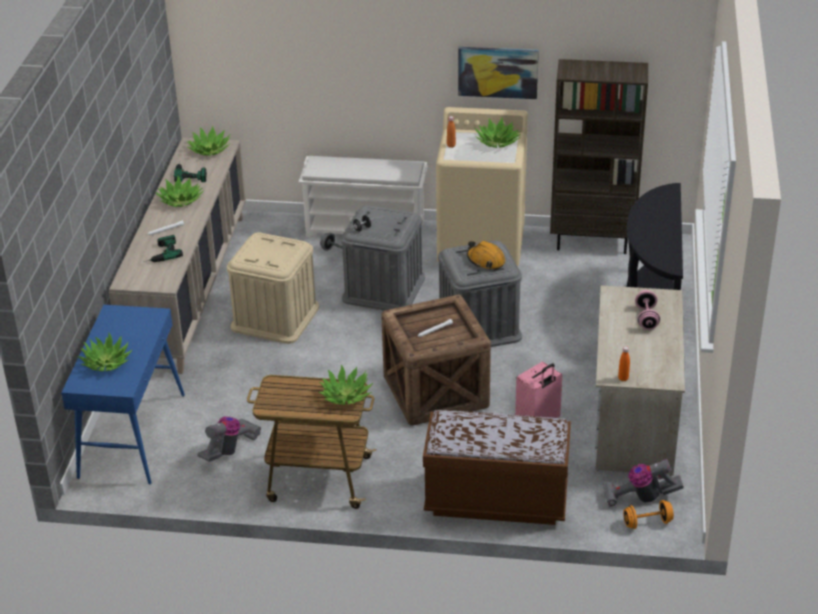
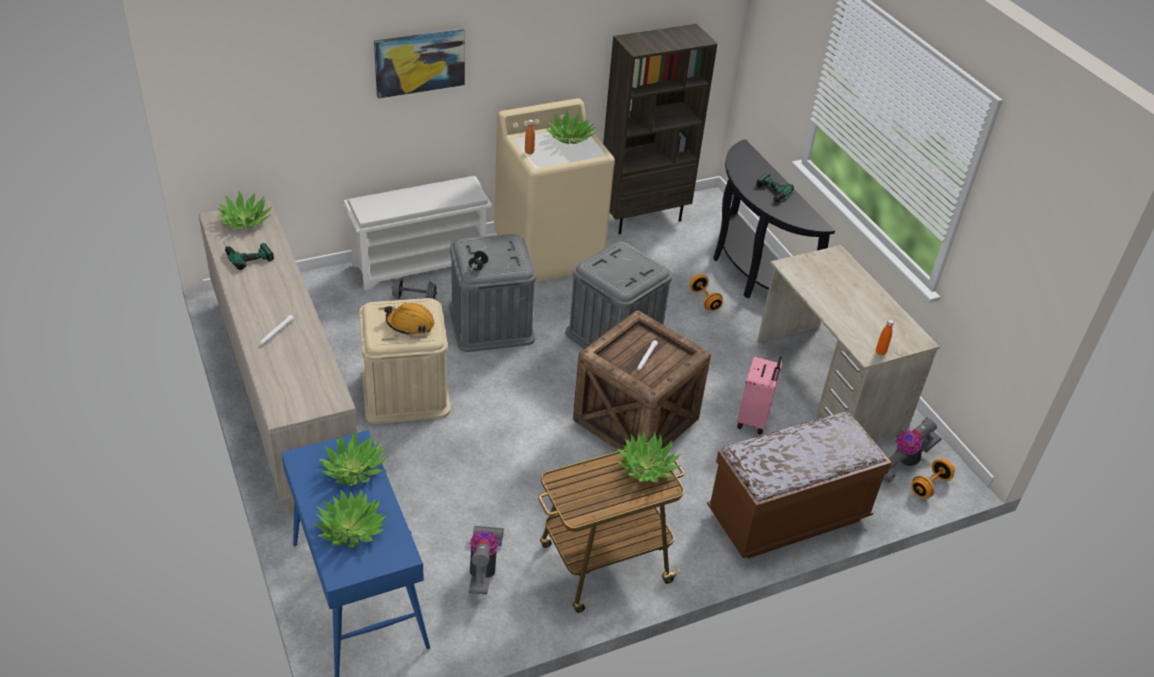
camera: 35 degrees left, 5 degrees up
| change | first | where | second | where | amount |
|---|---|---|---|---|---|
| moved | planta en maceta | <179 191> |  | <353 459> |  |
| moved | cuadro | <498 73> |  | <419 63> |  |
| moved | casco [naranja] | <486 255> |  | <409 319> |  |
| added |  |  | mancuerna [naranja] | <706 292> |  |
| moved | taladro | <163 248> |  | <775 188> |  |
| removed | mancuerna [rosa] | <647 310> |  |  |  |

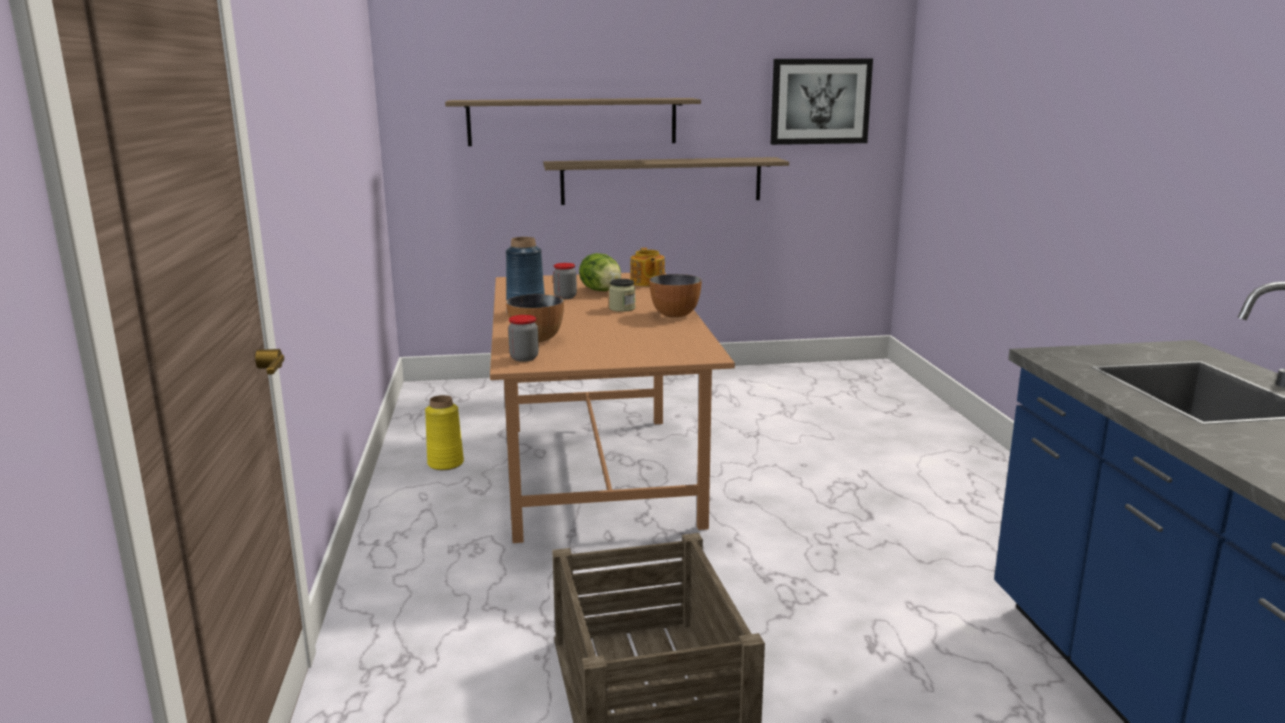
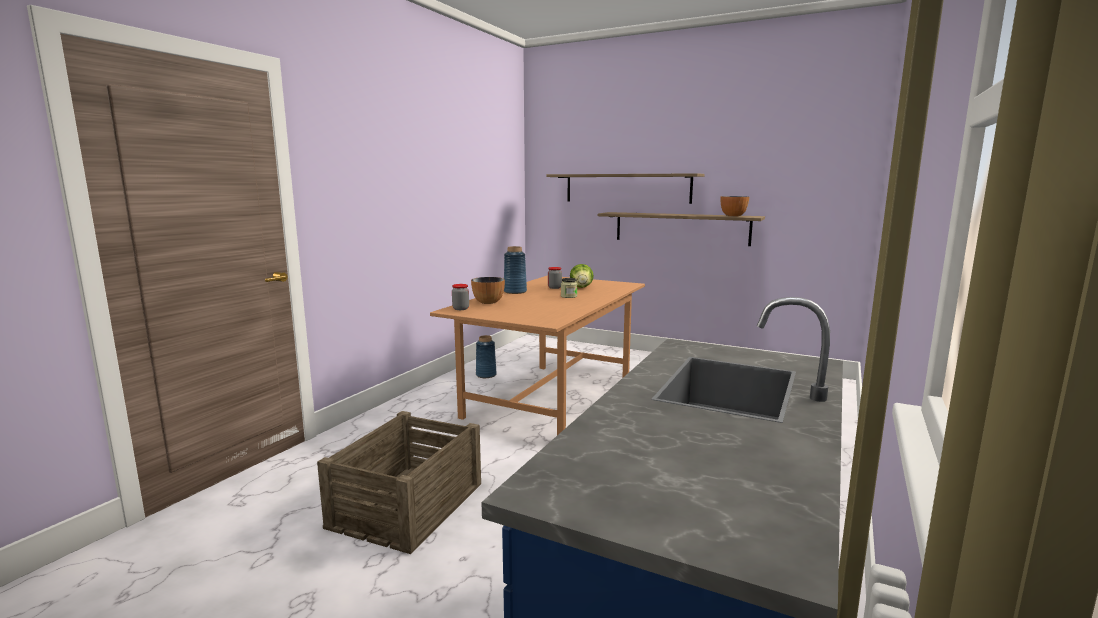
camera: 35 degrees right, 5 degrees down
| change | first | where | second | where | amount |
|---|---|---|---|---|---|
| recoloured | florero [amarillo] | <444 432> | florero [azul] | <486 356> |  |
| moved | cuenco | <675 296> |  | <734 206> |  |
| removed | tetera | <647 267> |  |  |  |
| removed | cuadro | <822 102> |  |  |  |

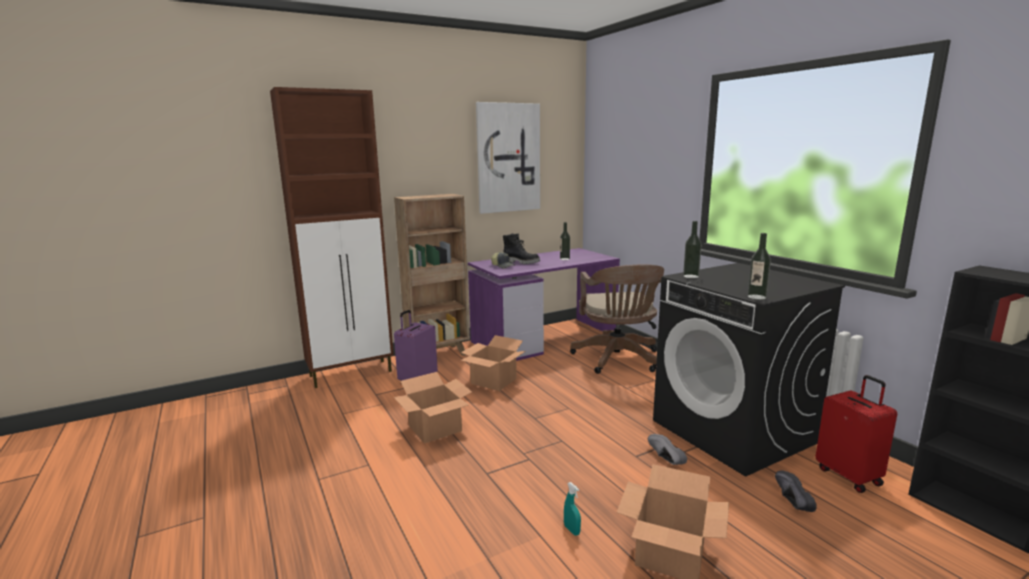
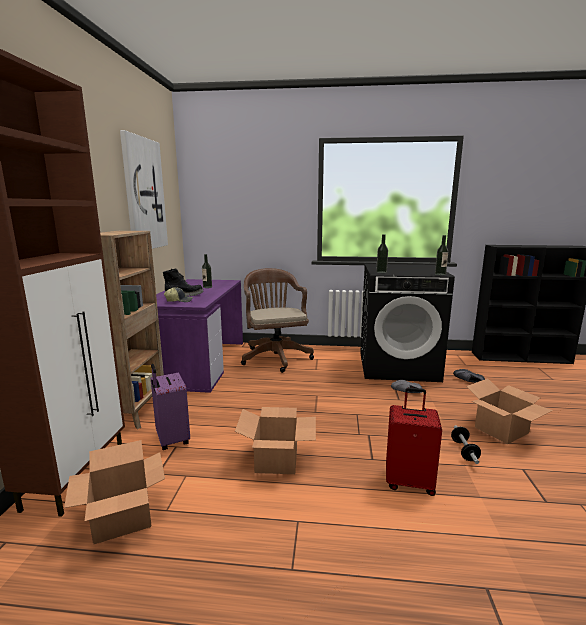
camera: 55 degrees left, 0 degrees up
| change | first | where | second | where | amount |
|---|---|---|---|---|---|
| moved | caja de cartón | <492 363> |  | <114 492> |  |
| turned | silla de oficina [marrón] | <617 319> |  | <277 320> | 135 degrees counterclockwise |
| moved | maleta [rojo] | <856 434> |  | <414 441> |  |
| replaced | pulverizador [turquesa] | <572 509> | mancuerna | <466 444> |  |

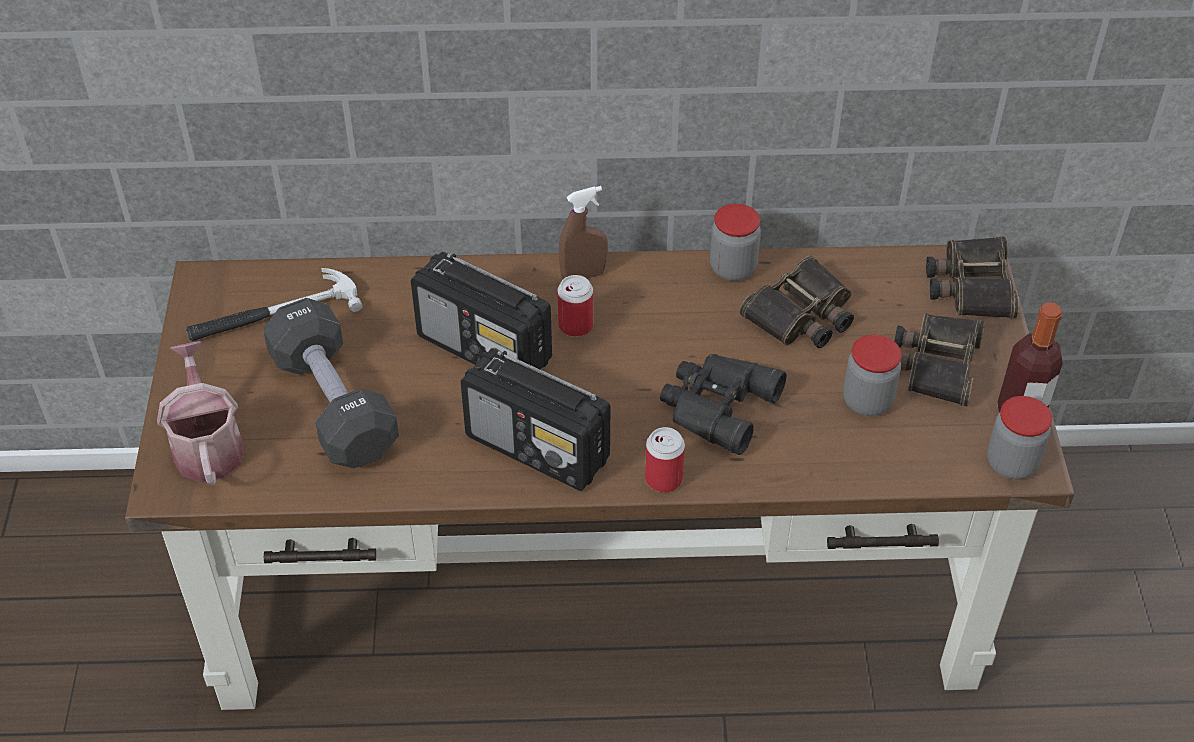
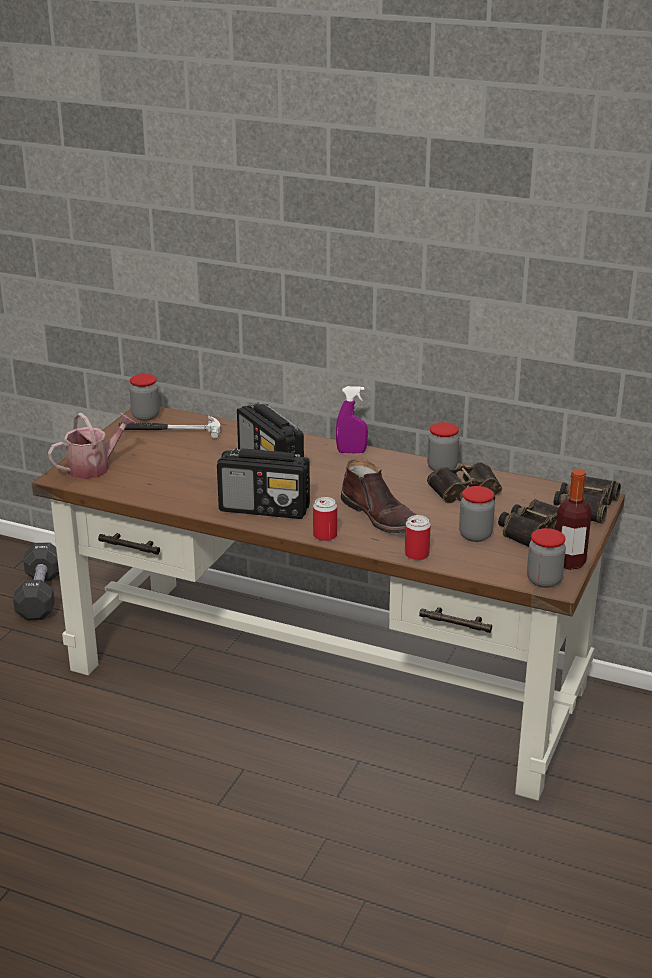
camera: 25 degrees right, 20 degrees down
| change | first | where | second | where | amount |
|---|---|---|---|---|---|
| moved | mancuerna [negro] | <331 383> |  | <36 581> |  |
| turned | regadera | <201 413> |  | <92 446> | 45 degrees clockwise |
| added |  |  | tarro | <144 397> |  |
| turned | radio | <536 420> |  | <263 483> | 45 degrees counterclockwise |
| recoloured | pulverizador [marrón] | <583 232> | pulverizador [morado] | <352 420> |  |
| replaced | prismáticos [negro] | <723 404> | bota [marrón] | <379 496> |  |
| moved | lata | <575 306> |  | <418 537> |  |

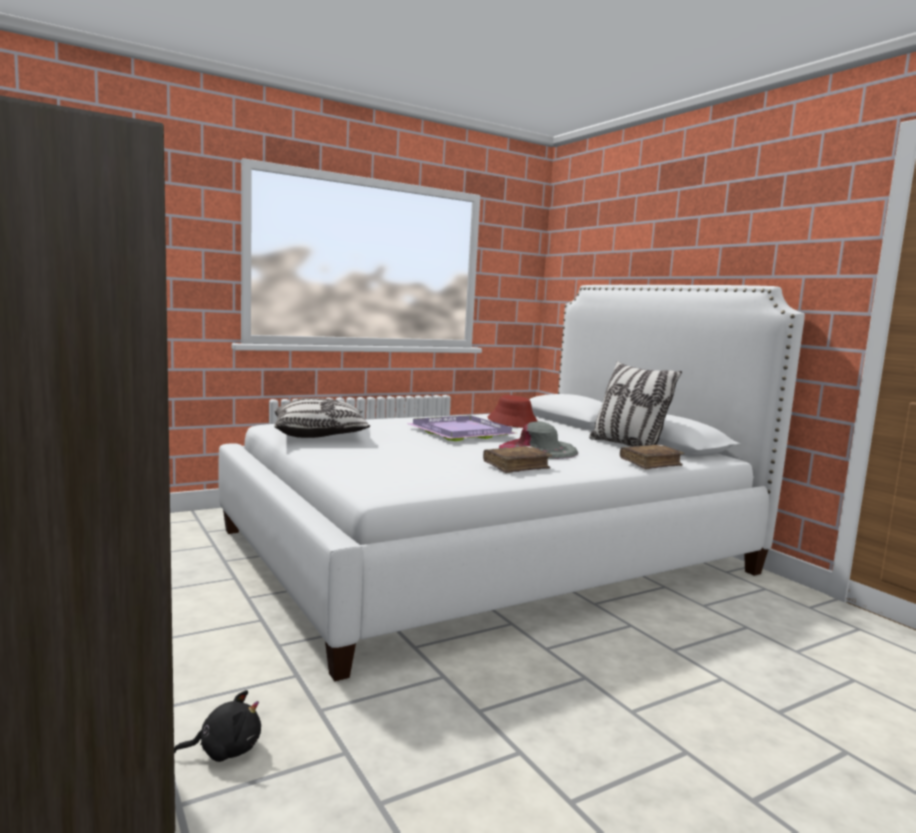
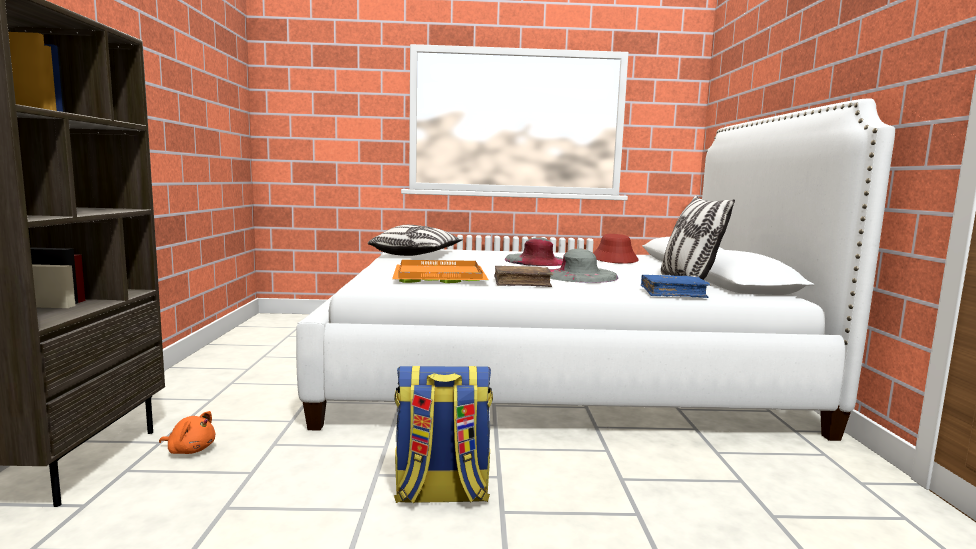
camera: 30 degrees right, 0 degrees up
| change | first | where | second | where | amount |
|---|---|---|---|---|---|
| recoloured | peluche [negro] | <217 726> | peluche [naranja] | <187 432> |  |
| added |  |  | bandeja [naranja] | <440 271> |  |
| added |  |  | mochila | <443 434> |  |
| replaced | bandeja [morado] | <462 428> | sombrero [gris] | <533 251> |  |
| recoloured | libro [marrón] | <652 456> | libro [azul] | <675 286> |  |

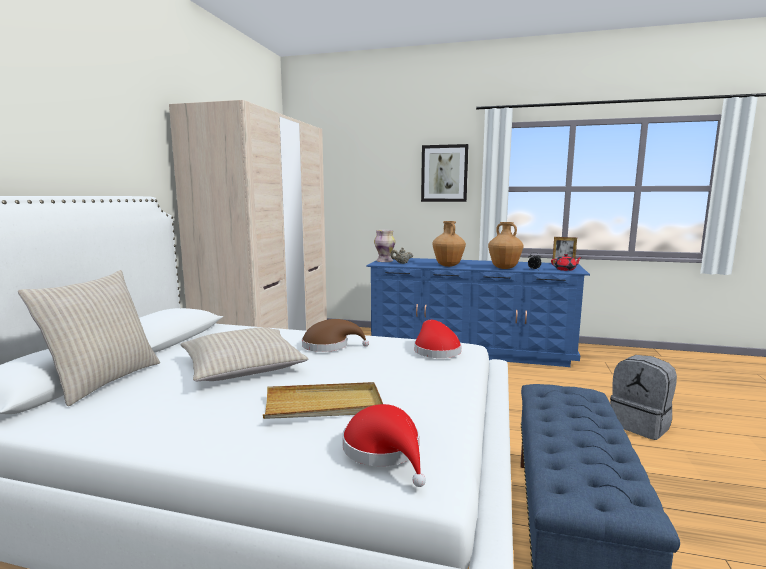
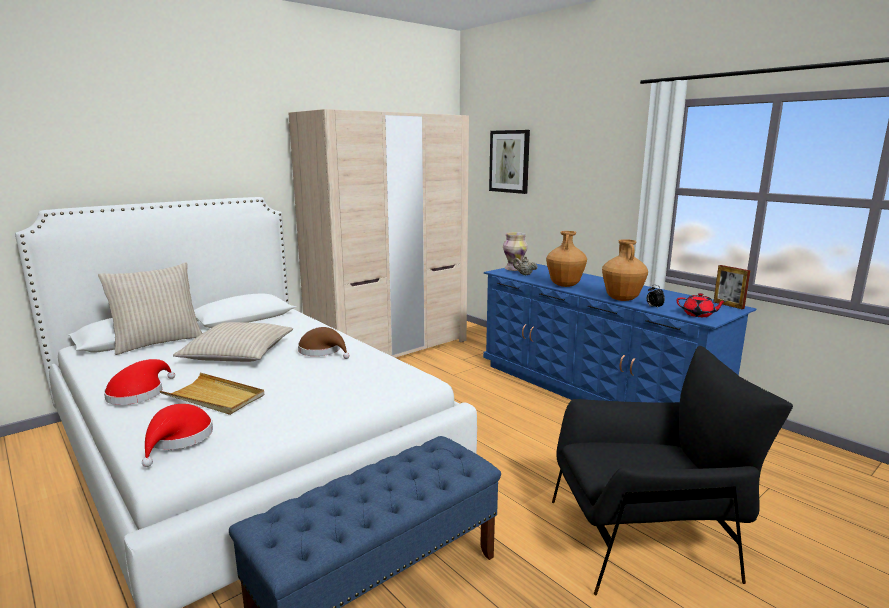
camera: 35 degrees right, 5 degrees up
| change | first | where | second | where | amount |
|---|---|---|---|---|---|
| moved | sombrero [rojo] | <438 339> |  | <139 382> |  |
| moved | cuadro | <445 173> |  | <509 162> |  |
| replaced | mochila [gris] | <643 397> | sillón [negro] | <672 470> |  |

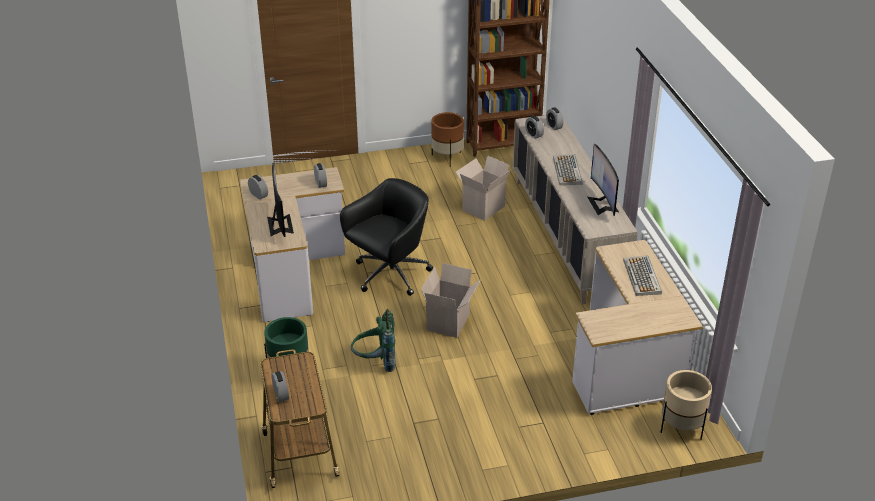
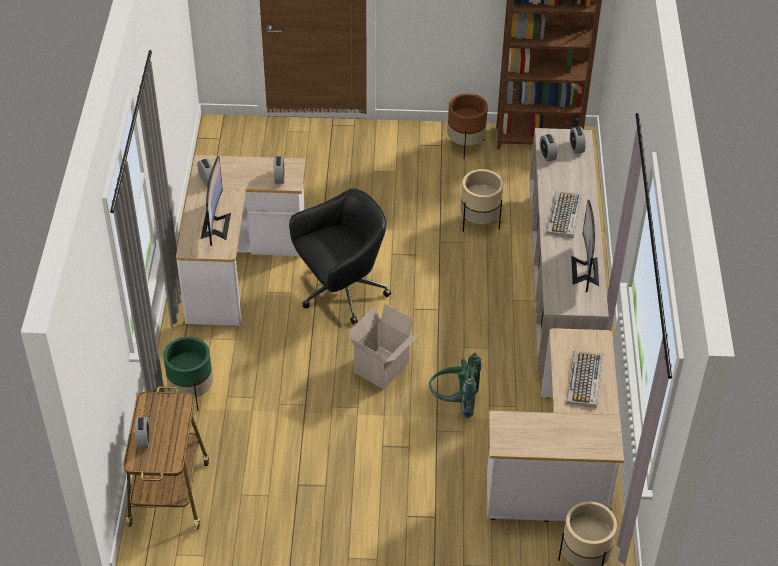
camera: 15 degrees right, 10 degrees up
| change | first | where | second | where | amount |
|---|---|---|---|---|---|
| moved | mochila [verde] | <373 340> |  | <455 385> |  |
| replaced | caja de cartón | <483 188> | maceta [beis] | <481 200> |  |

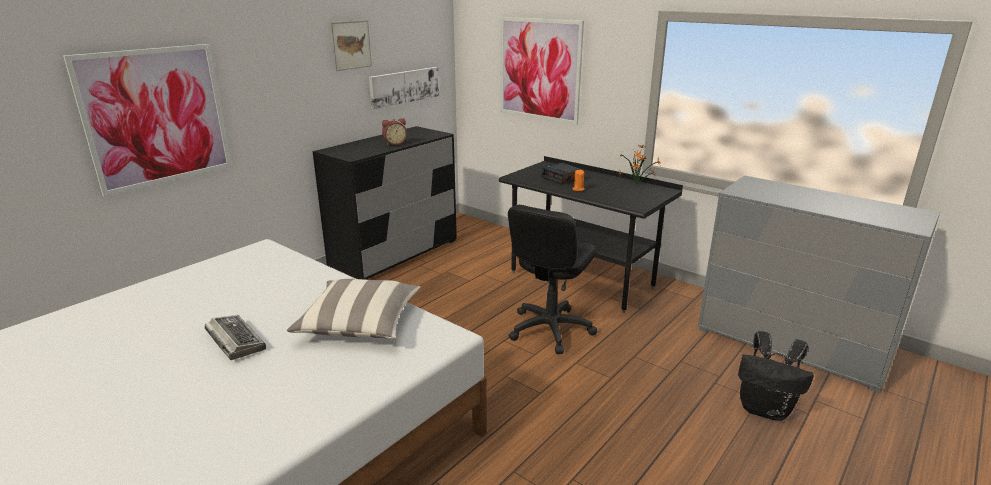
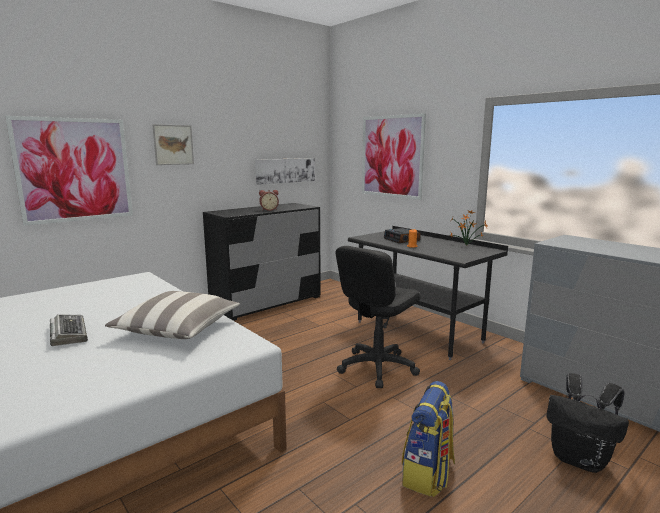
camera: 10 degrees right, 10 degrees down
| change | first | where | second | where | amount |
|---|---|---|---|---|---|
| moved | cuadro | <351 45> |  | <173 144> |  |
| added |  |  | mochila | <428 439> |  |

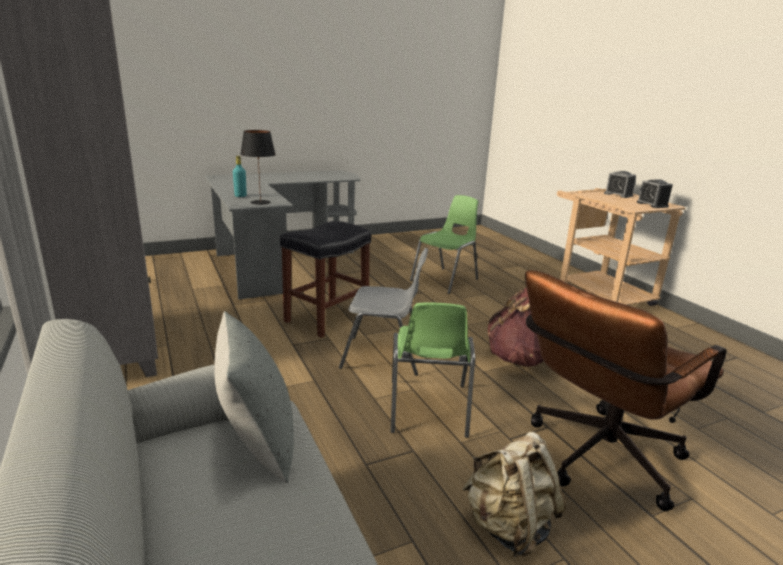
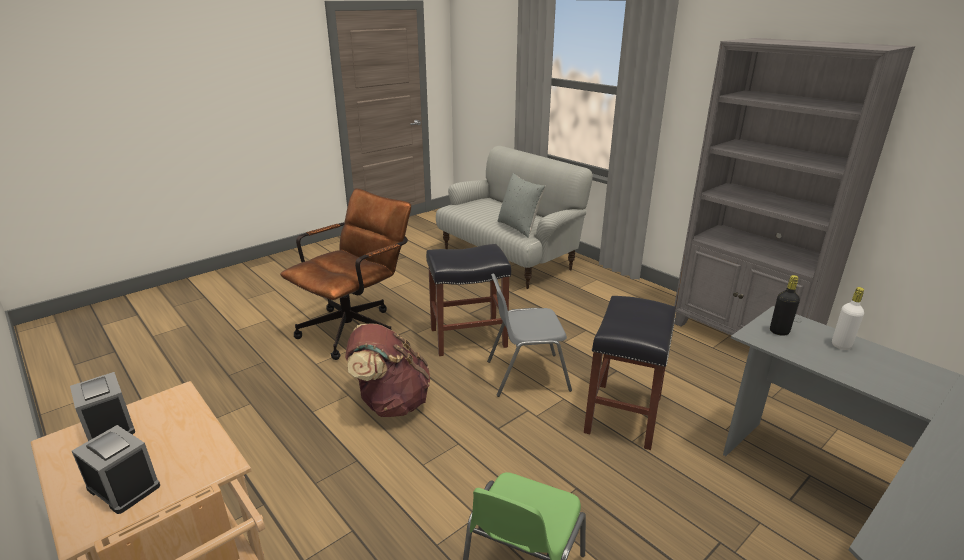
camera: 165 degrees right, 5 degrees up
| change | first | where | second | where | amount |
|---|---|---|---|---|---|
| replaced | silla [verde] | <433 370> | taburete [negro] | <468 300> |  |
| replaced | lámpara de mesa [negro] | <258 167> | botella [negro] | <785 305> |  |
| recoloured | botella [turquesa] | <240 176> | botella [blanco] | <848 318> |  |
| removed | mochila [beis] | <514 494> |  |  |  |

